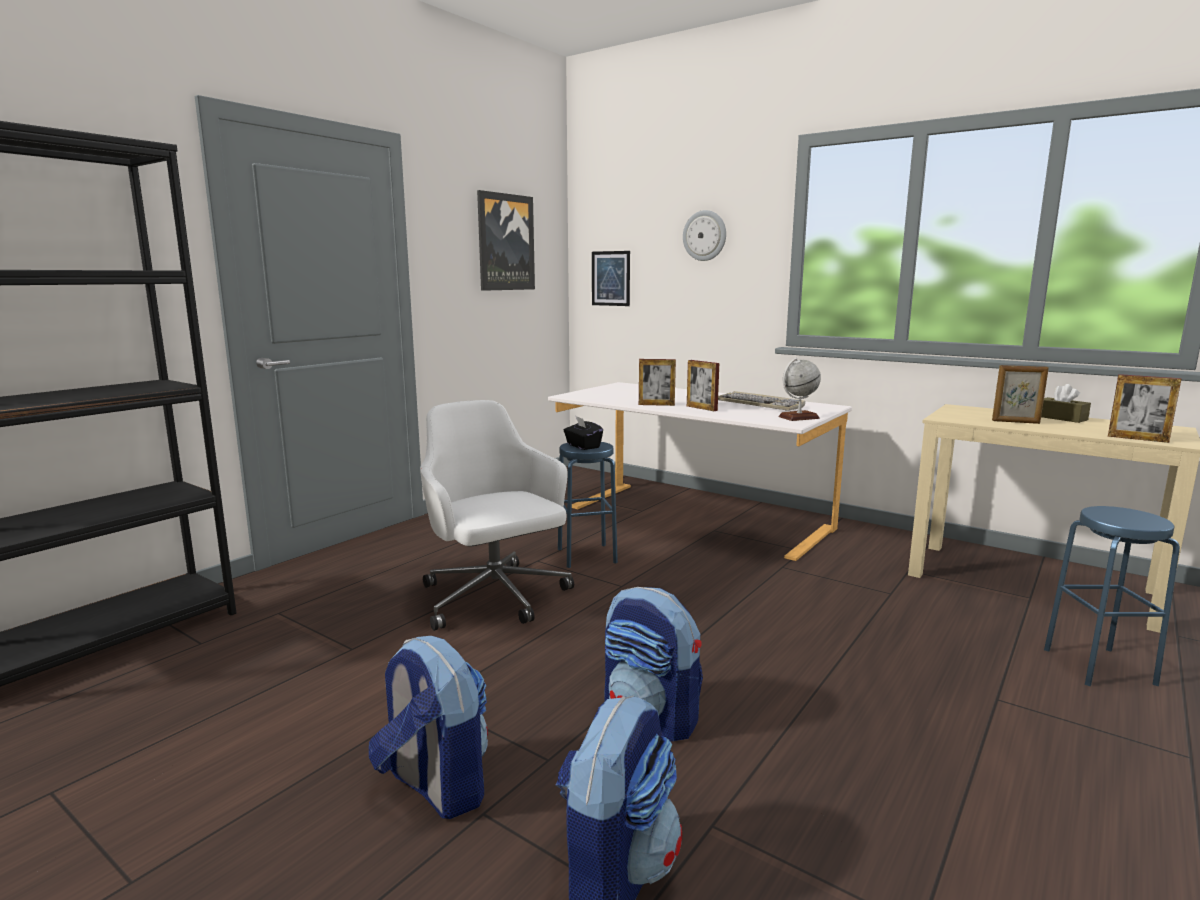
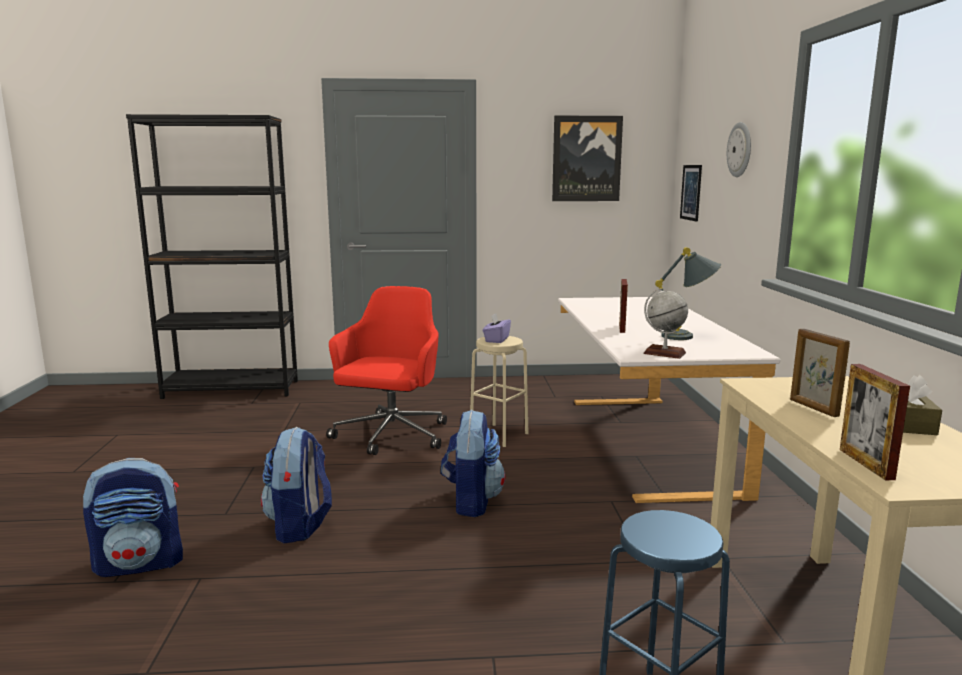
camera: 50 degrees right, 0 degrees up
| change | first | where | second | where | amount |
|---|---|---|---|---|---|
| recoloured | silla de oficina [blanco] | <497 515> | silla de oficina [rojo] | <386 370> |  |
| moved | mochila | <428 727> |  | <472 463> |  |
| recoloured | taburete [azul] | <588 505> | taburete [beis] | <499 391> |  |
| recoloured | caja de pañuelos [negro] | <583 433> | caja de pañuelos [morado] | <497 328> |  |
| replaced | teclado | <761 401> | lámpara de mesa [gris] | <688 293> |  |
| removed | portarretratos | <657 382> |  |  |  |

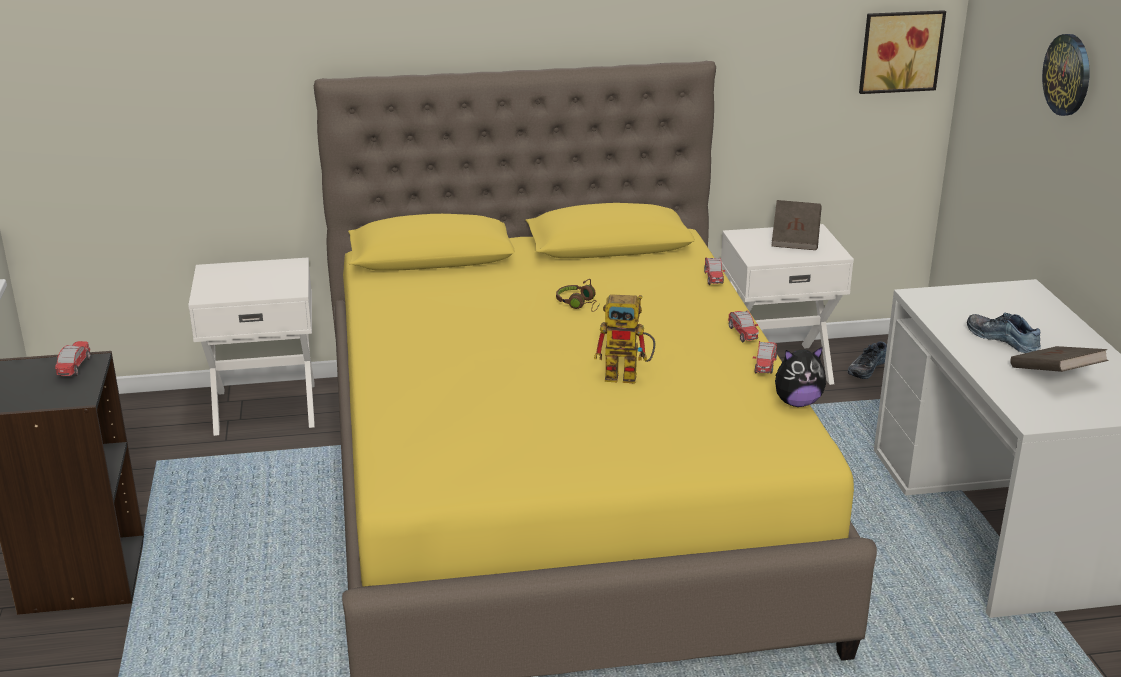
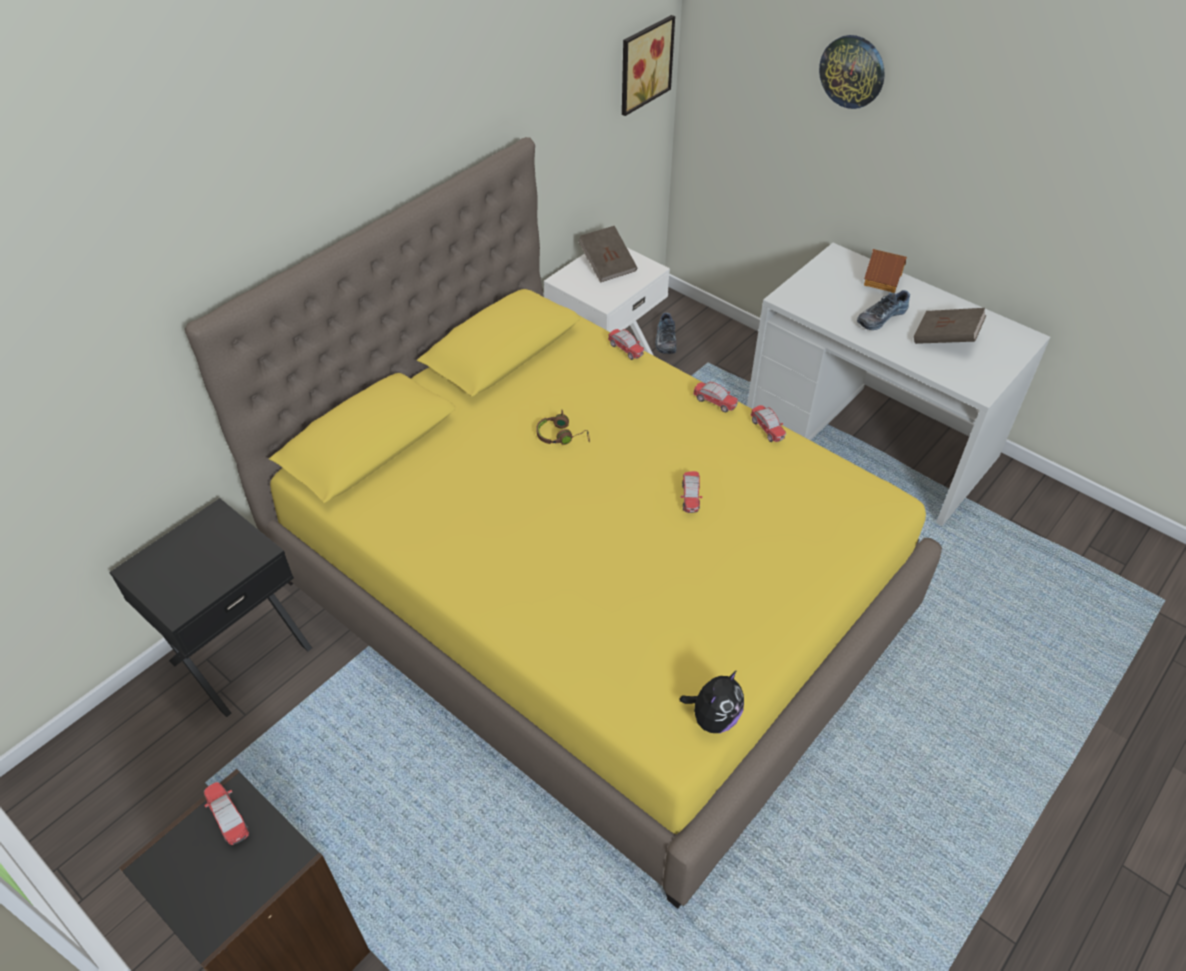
camera: 40 degrees left, 20 degrees up
| change | first | where | second | where | amount |
|---|---|---|---|---|---|
| recoloured | mesita de noche [blanco] | <251 347> | mesita de noche [negro] | <210 607> |  |
| moved | peluche | <800 376> |  | <711 701> |  |
| replaced | robot de juguete | <625 339> | coche de juguete | <691 492> |  |
| turned | zapato | <1004 333> |  | <883 310> | 45 degrees counterclockwise |
| added |  |  | casita | <885 271> |  |

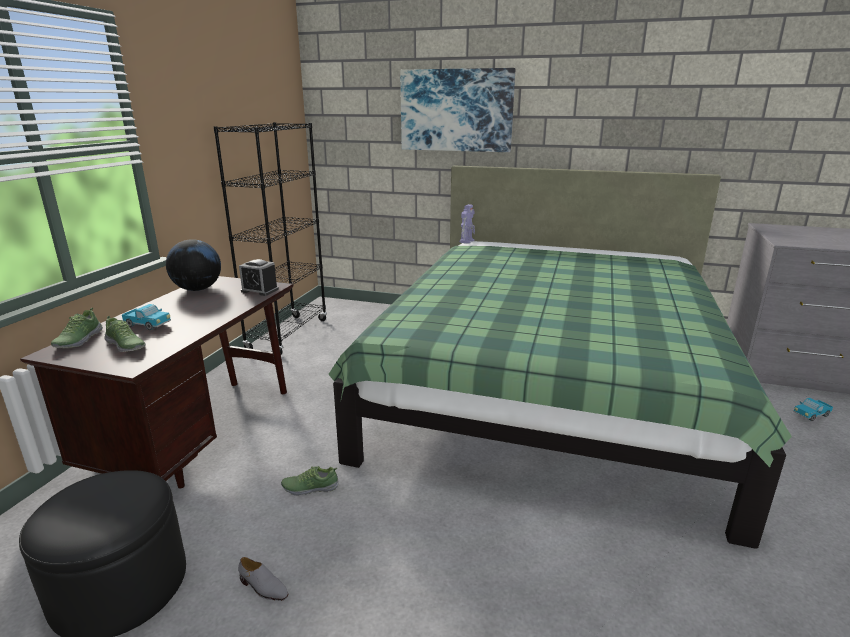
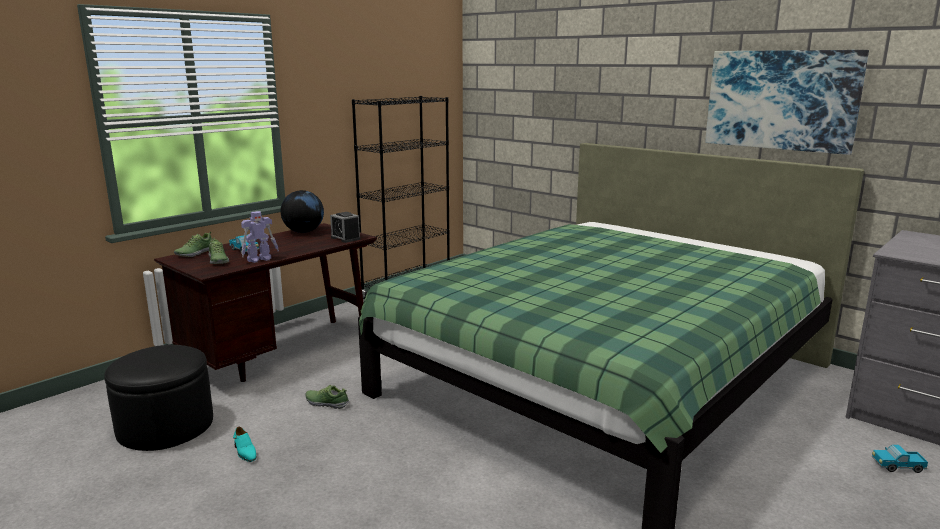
camera: 25 degrees right, 5 degrees down
| change | first | where | second | where | amount |
|---|---|---|---|---|---|
| recoloured | zapato [gris] | <263 579> | zapato [turquesa] | <244 444> |  |
| moved | robot de juguete | <467 223> |  | <260 237> |  |
| moved | cuadro | <457 110> |  | <787 102> |  |

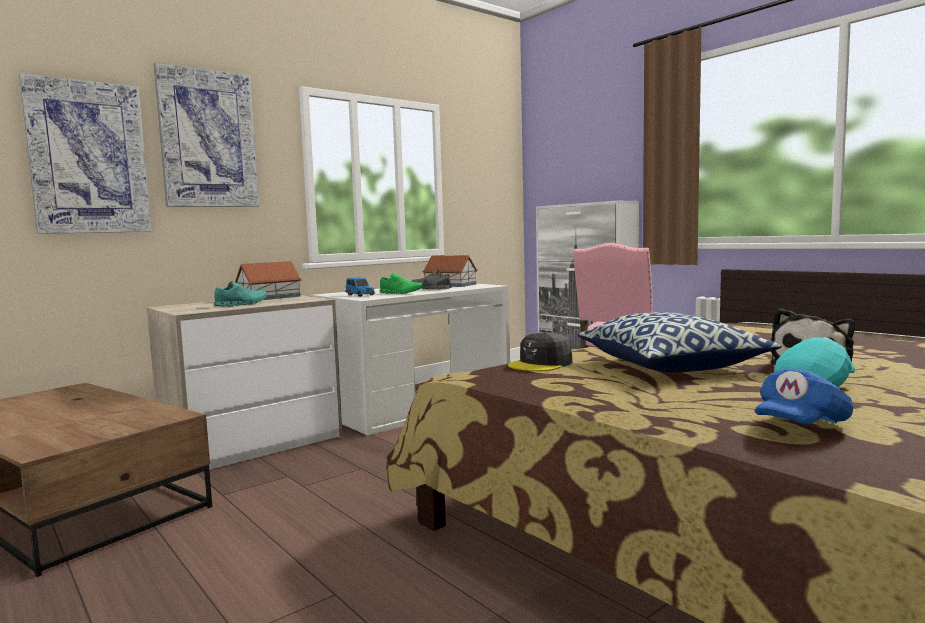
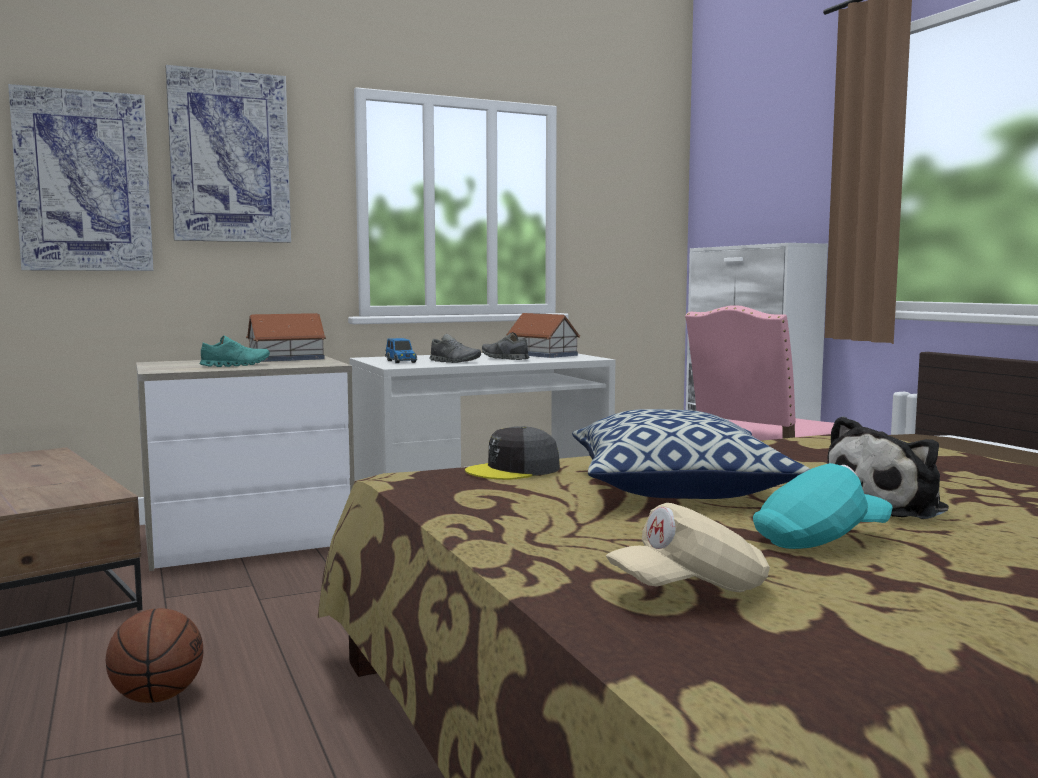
camera: 15 degrees right, 0 degrees up
| change | first | where | second | where | amount |
|---|---|---|---|---|---|
| added |  |  | balón de baloncesto | <155 655> |  |
| recoloured | zapato [verde] | <401 283> | zapato [gris] | <455 348> |  |
| recoloured | gorra [azul] | <804 396> | gorra [beis] | <688 547> |  |

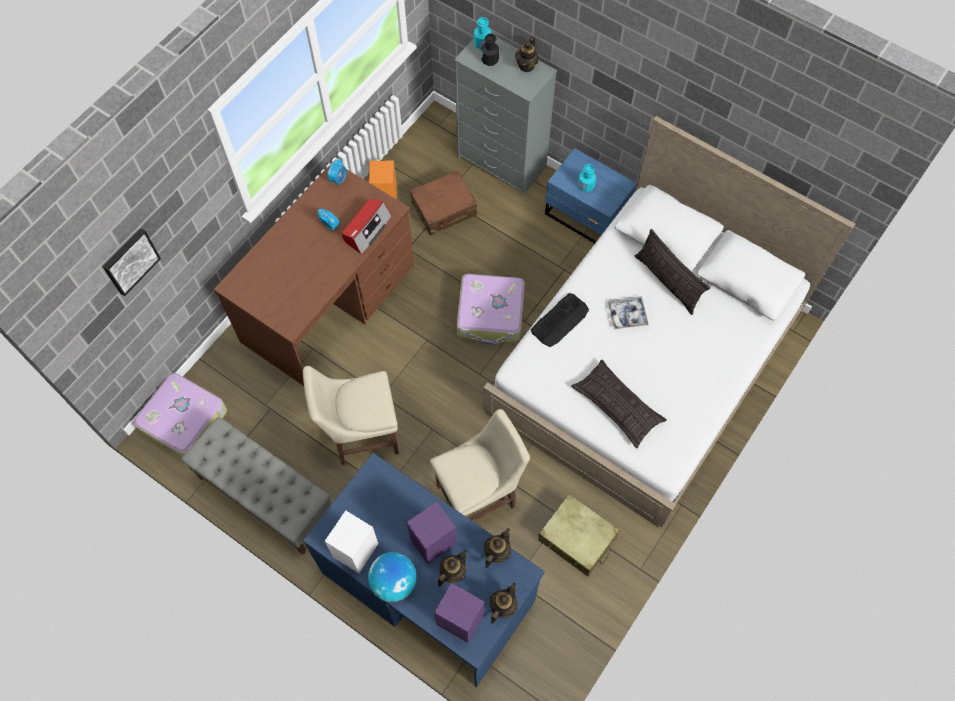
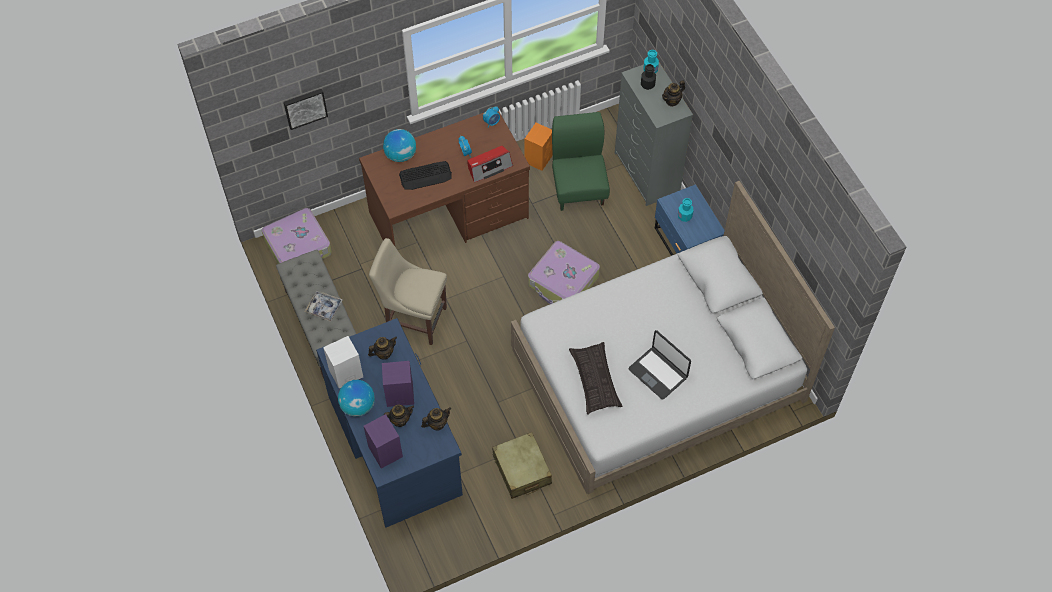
camera: 30 degrees right, 5 degrees down
| change | first | where | second | where | amount |
|---|---|---|---|---|---|
| moved | bandeja | <628 312> |  | <324 306> |  |
| moved | tetera | <503 603> |  | <382 348> |  |
| added |  |  | globo terráqueo | <399 145> |  |
| moved | teclado | <560 320> |  | <425 175> |  |
| replaced | maleta [marrón] | <443 202> | silla [verde] | <581 161> |  |
| added |  |  | portátil | <659 365> |  |
| removed | silla [beis] | <480 465> |  |  |  |
| removed | cojín | <672 272> |  |  |  |

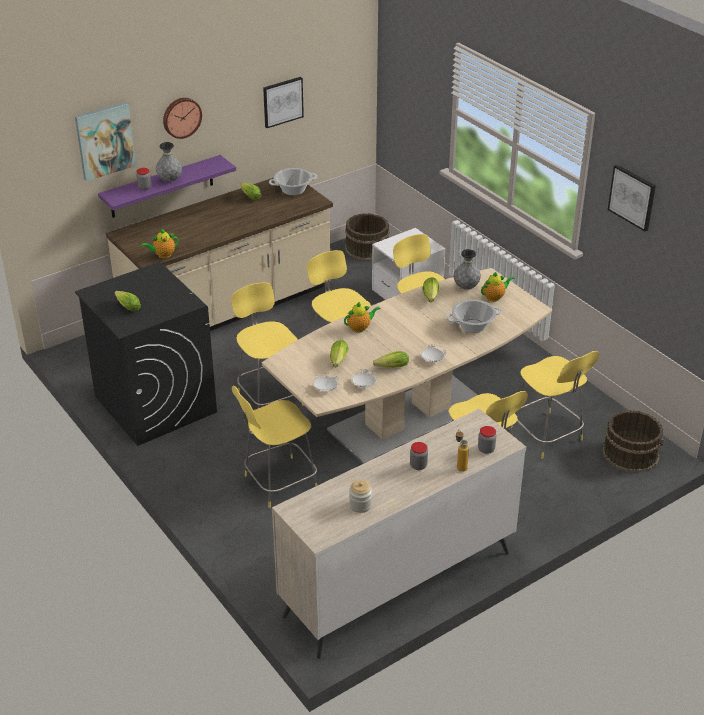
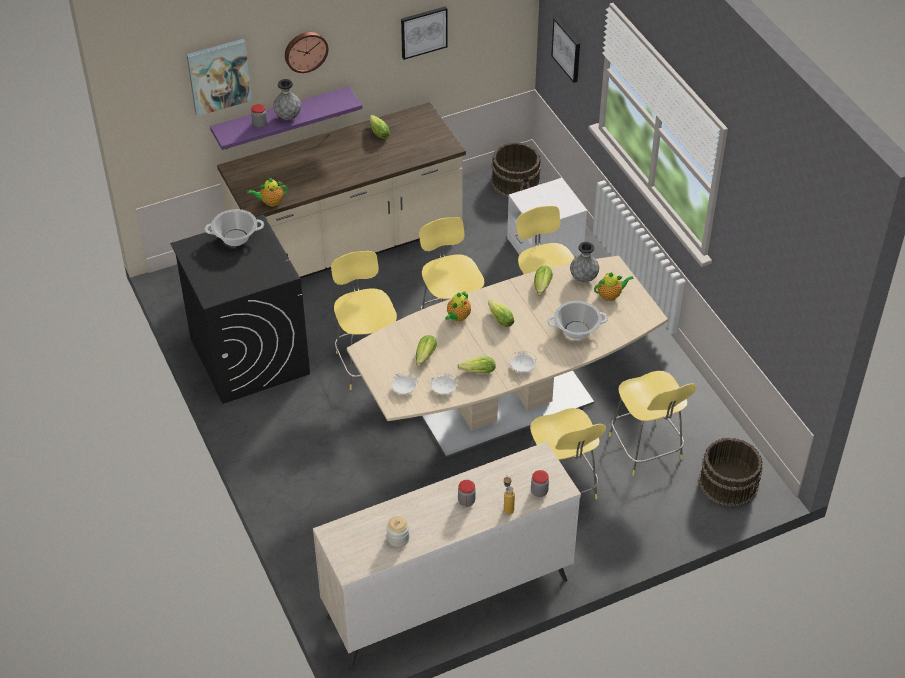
camera: 10 degrees right, 10 degrees up
| change | first | where | second | where | amount |
|---|---|---|---|---|---|
| moved | olla | <293 181> |  | <234 227> |  |
| turned | tetera | <362 317> |  | <458 307> | 135 degrees clockwise |
| moved | lechuga | <128 301> |  | <501 313> |  |
| moved | cuadro | <632 198> |  | <565 50> |  |
| removed | taburete [amarillo] | <274 447> |  |  |  |

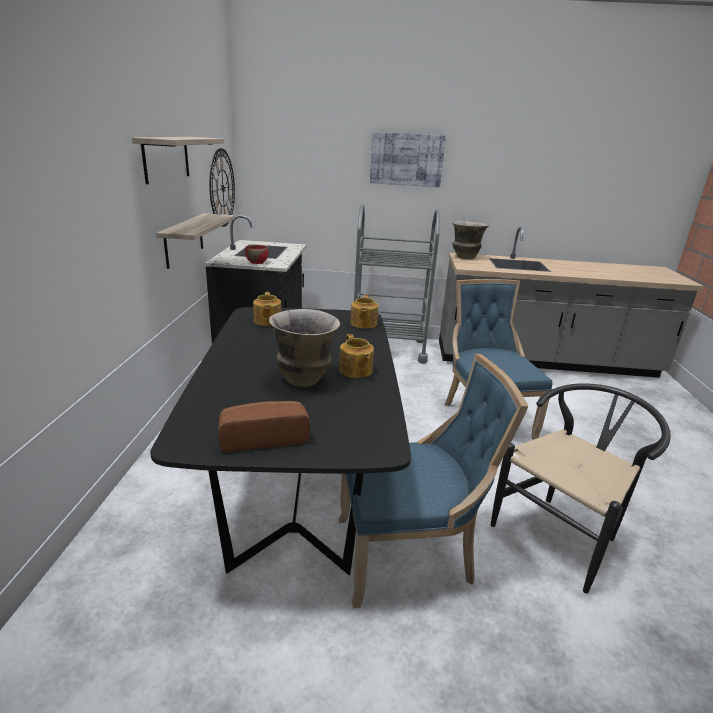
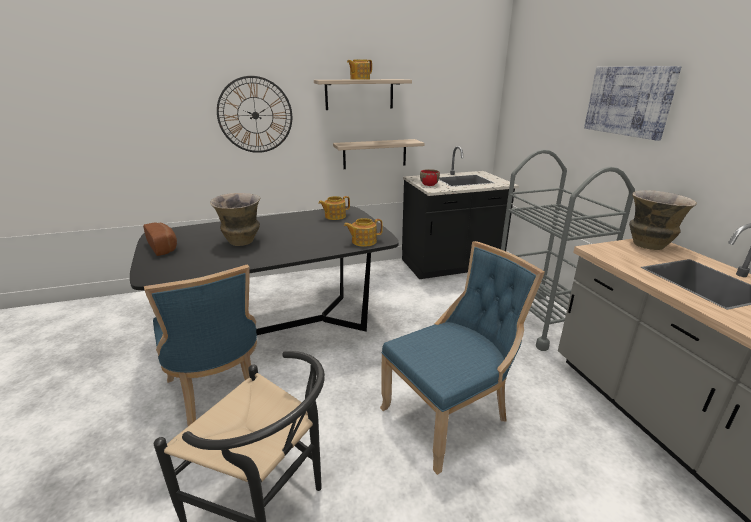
camera: 70 degrees right, 0 degrees up
| change | first | where | second | where | amount |
|---|---|---|---|---|---|
| moved | reloj de pared | <222 187> |  | <254 114> |  |
| moved | tetera | <356 356> |  | <359 69> |  |

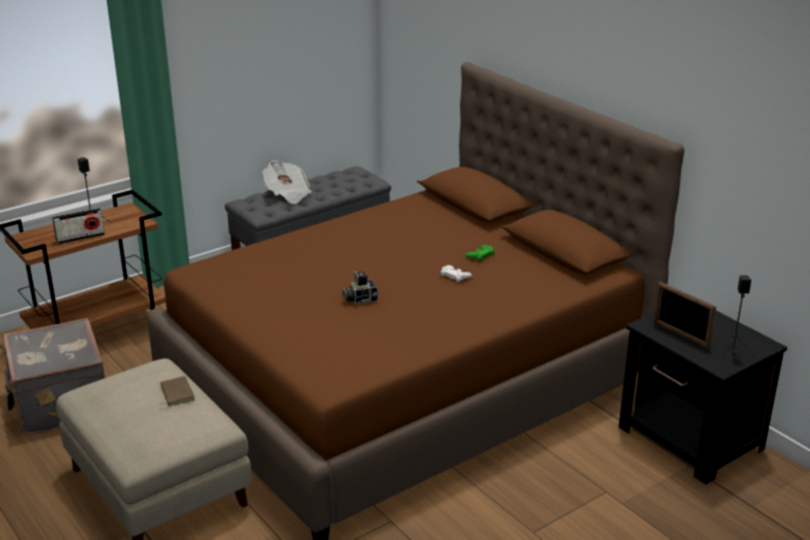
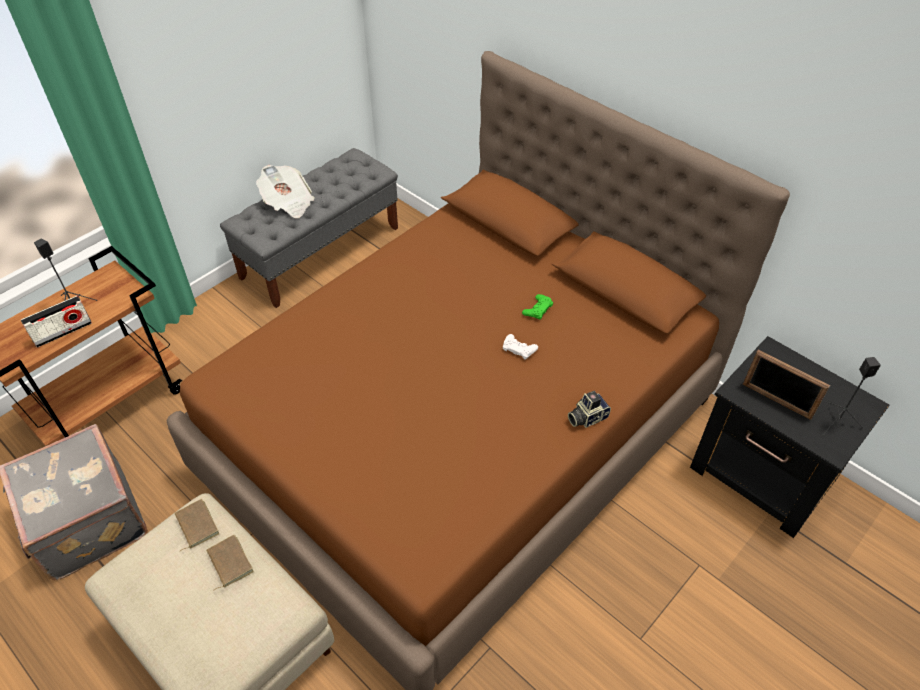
camera: 10 degrees left, 20 degrees up
| change | first | where | second | where | amount |
|---|---|---|---|---|---|
| added |  |  | libro [marrón] | <196 525> |  |
| moved | cámara | <360 287> |  | <589 409> |  |

